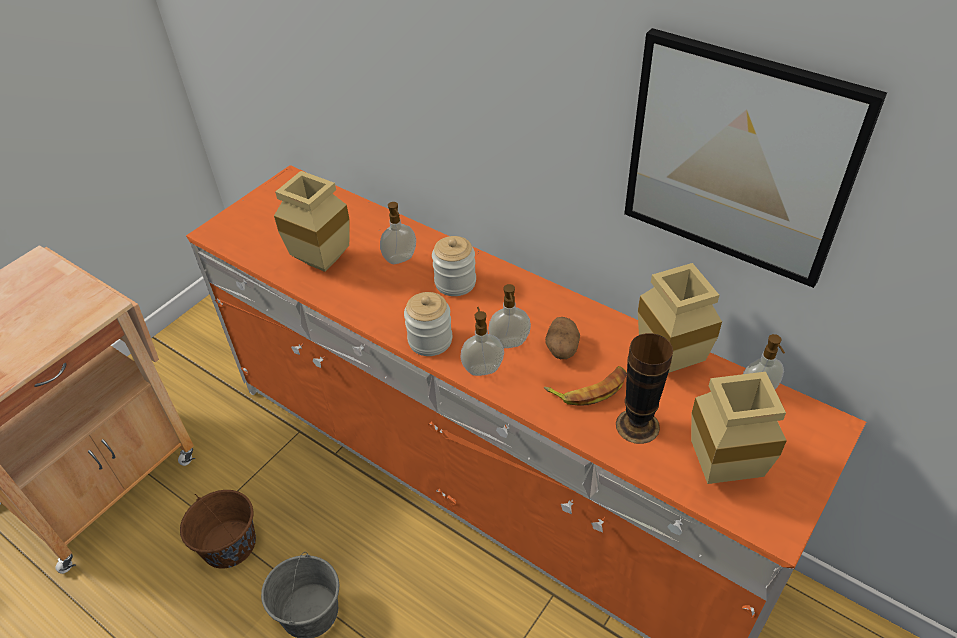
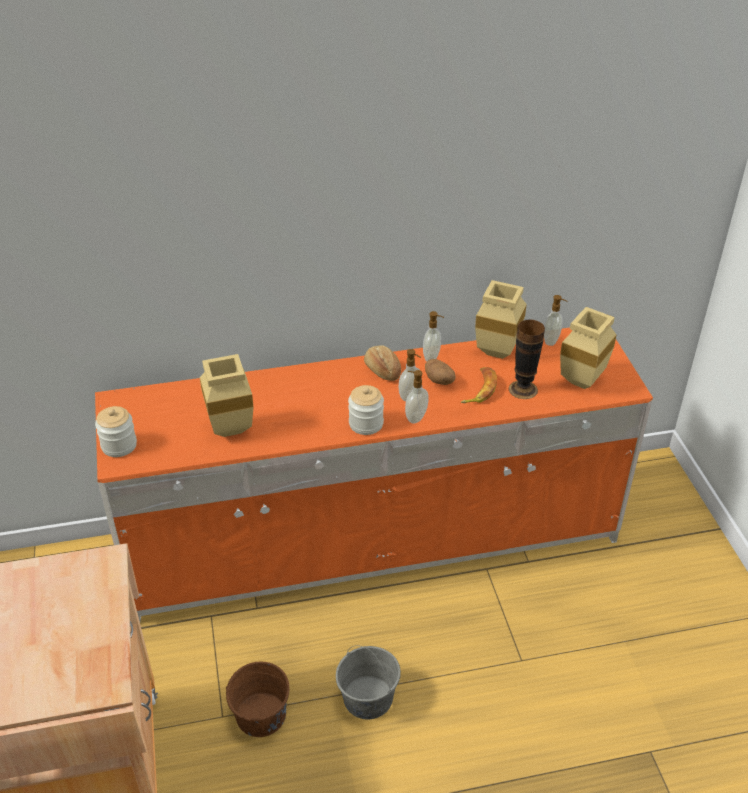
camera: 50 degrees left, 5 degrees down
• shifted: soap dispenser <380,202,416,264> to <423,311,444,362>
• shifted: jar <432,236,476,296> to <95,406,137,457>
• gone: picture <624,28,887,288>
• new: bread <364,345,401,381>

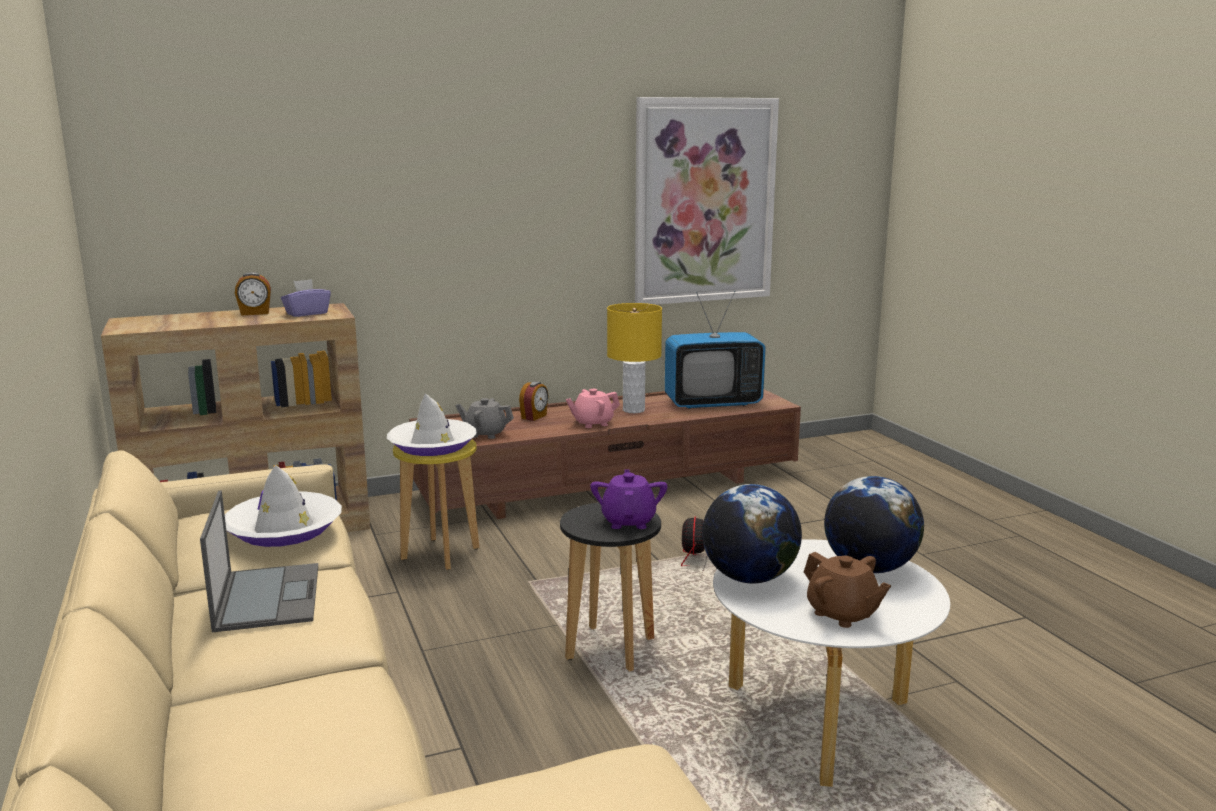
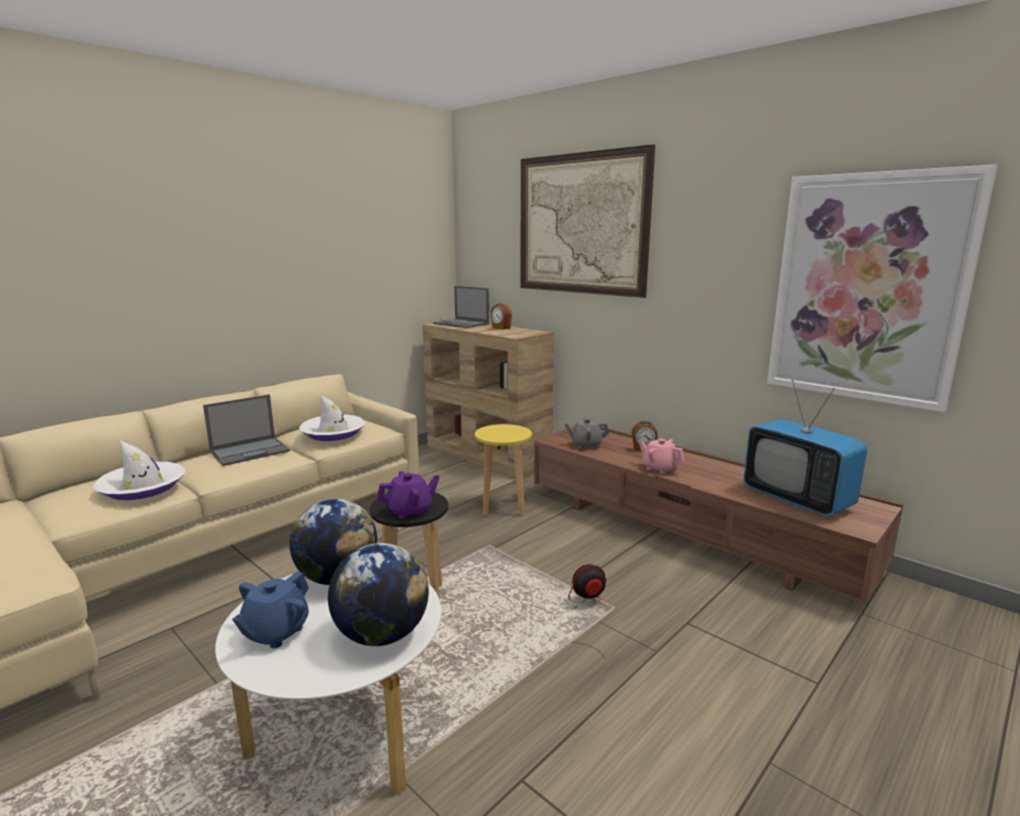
camera: 65 degrees right, 0 degrees up
• gone: tissue box (purple) <281,279,331,317>
• shifted: hat (white) <387,393,477,456> to <93,441,186,500>
• rotated: teapot (grey) <456,398,514,439> = <564,418,609,449> 75 degrees counterclockwise
• gone: table lamp (yellow) <607,303,662,413>
• repainted: teapot (brown) <804,552,891,628> to teapot (blue) <232,571,309,648>
• new: laptop <433,286,489,328>
• new: picture <520,144,655,298>

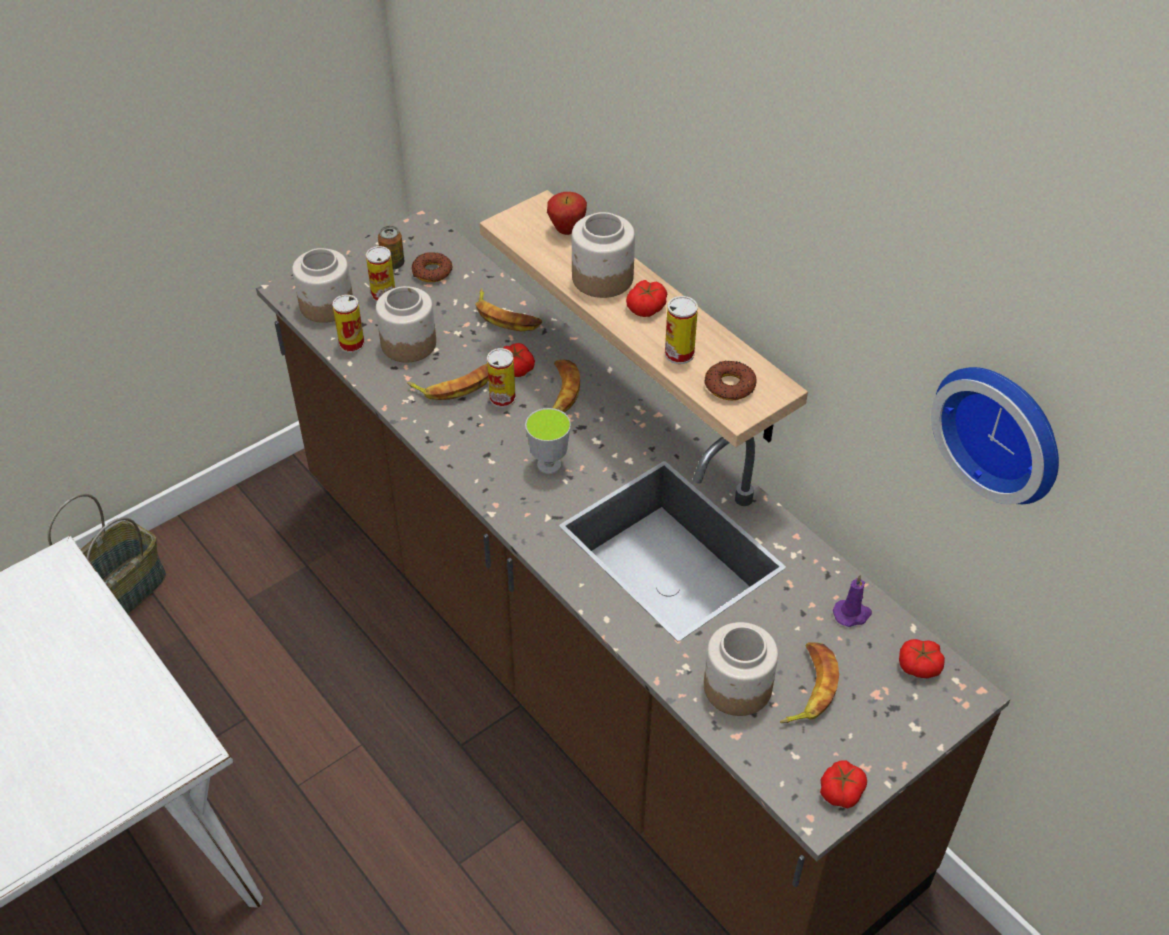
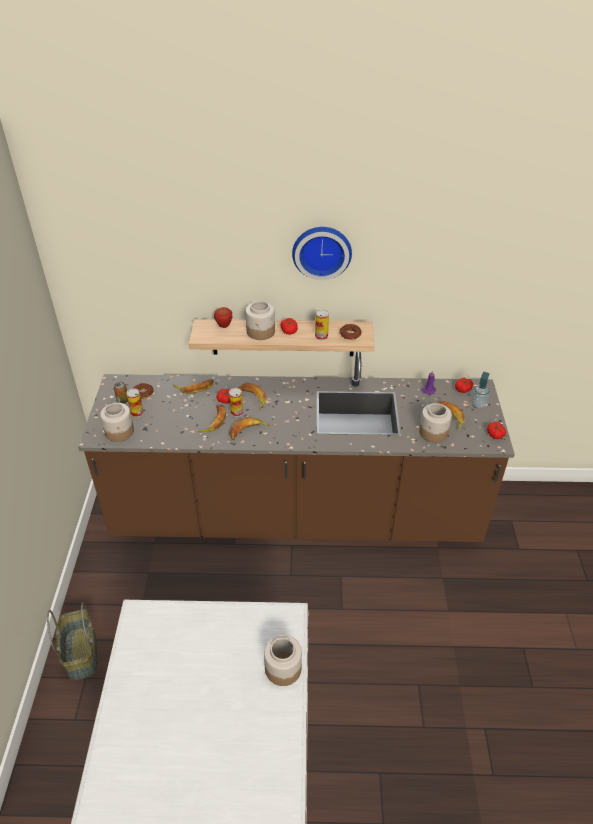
camera: 50 degrees left, 5 degrees down
• gone: can <332,295,365,353>
• shifted: jar <376,286,436,363> to <264,635,302,686>
• gone: cup <525,408,571,474>
• shifted: wall clock <931,367,1059,504> to <292,227,352,280>
• new: banana <229,417,271,440>
• new: soap dispenser <471,372,490,408>

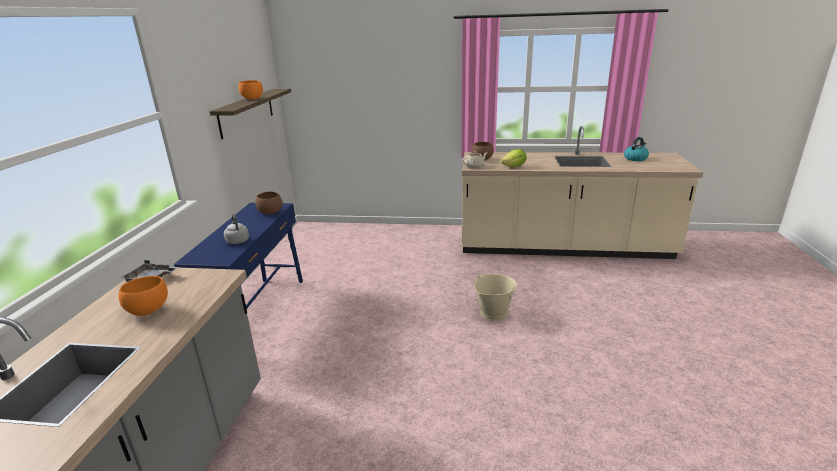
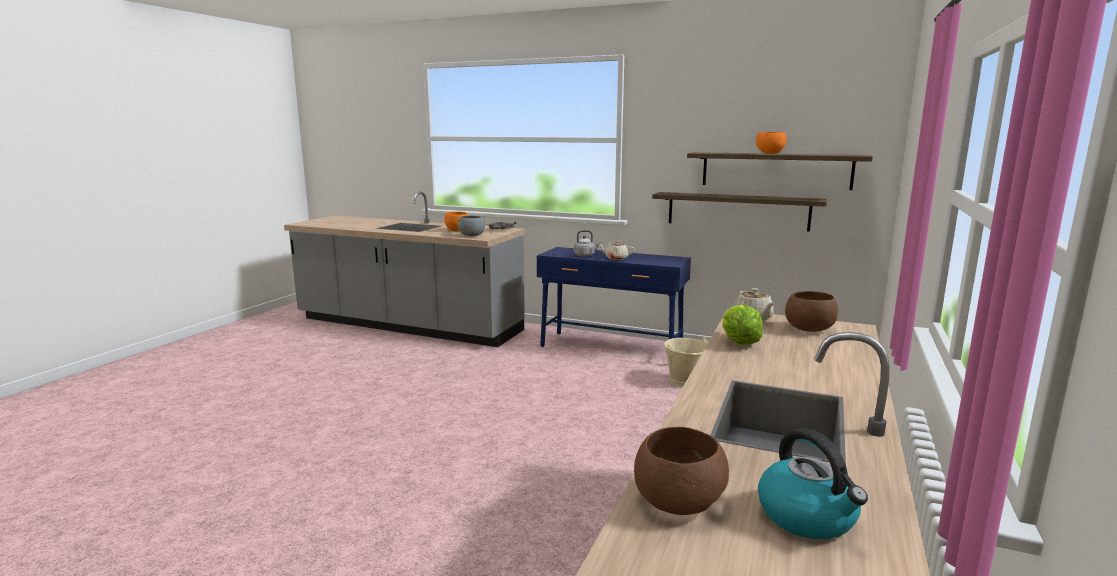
camera: 105 degrees right, 10 degrees down
• shifted: bowl (brown) <255,192,283,214> to <634,427,729,515>
• shifted: bucket (beige) <474,273,517,321> to <664,337,708,388>
• new: bowl (grey) <458,216,485,236>
• new: teapot (beige) <599,241,634,260>
• new: shelf <652,192,827,232>

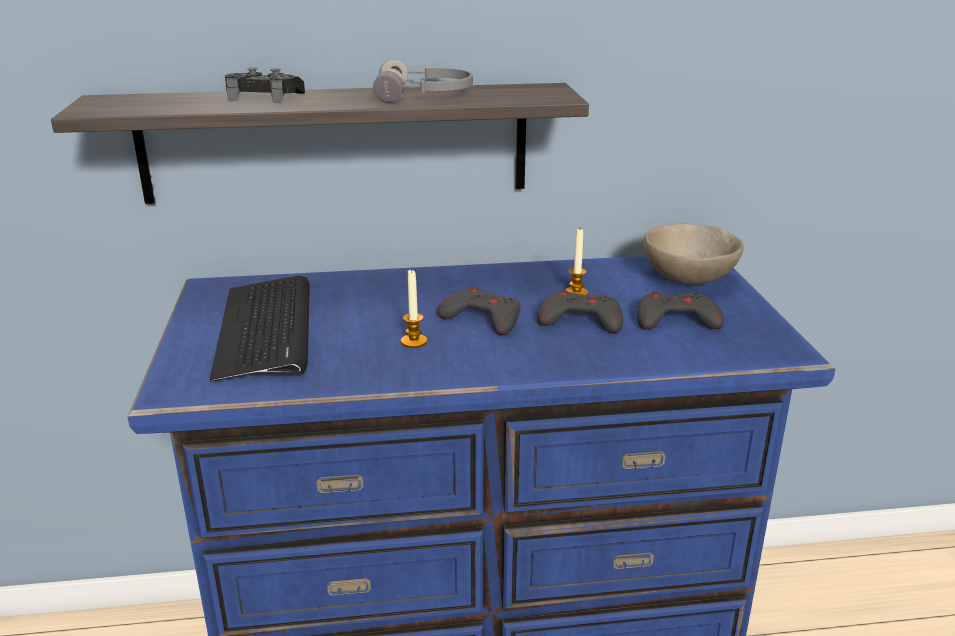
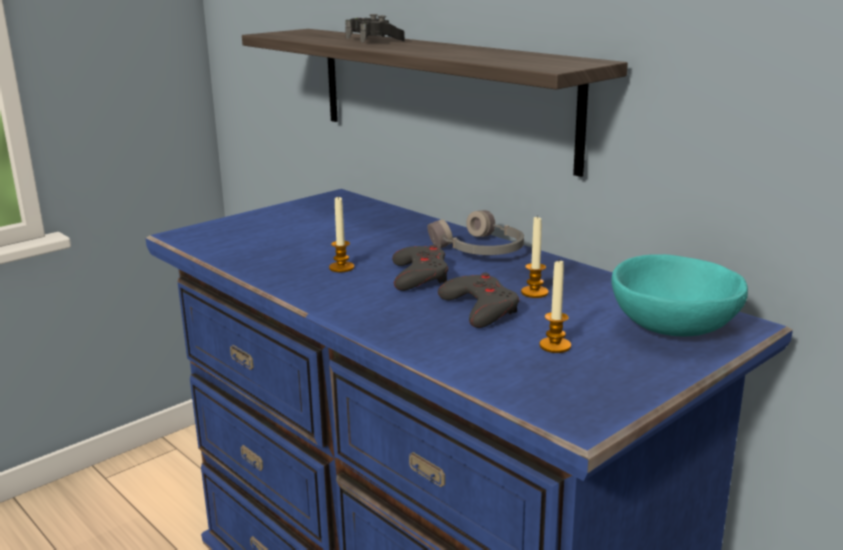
camera: 55 degrees right, 5 degrees down
• gone: keyboard <210,276,310,381>
• shifted: headphones (grey) <373,60,473,103> to <427,210,524,255>
• swapped: game controller (grey) <637,291,724,330> to candle <539,261,571,353>
• repainted: bowl (beige) <644,224,744,285> to bowl (turquoise) <611,254,748,336>

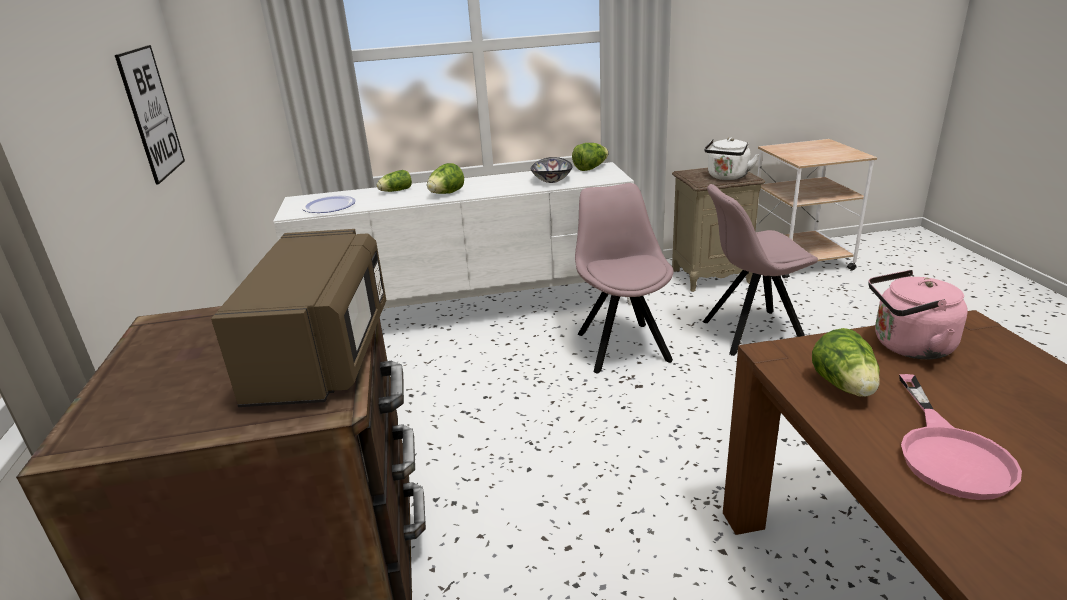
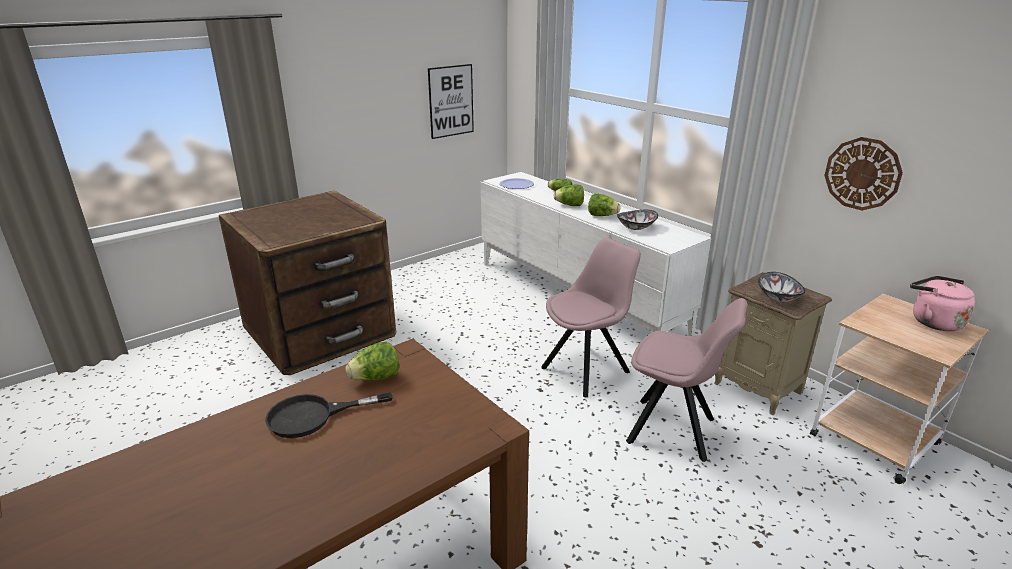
camera: 60 degrees right, 0 degrees up
• gone: microwave (brown) <211,229,386,407>
• shifted: lettuce <572,143,609,171> to <588,194,621,216>
• rotated: chair (pink) <703,184,818,356> = <626,298,747,462> 150 degrees clockwise
• swapped: kettle (white) <704,138,759,180> to bowl <758,272,805,302>
• shifted: kettle (pink) <868,270,968,359> to <910,276,975,331>
• repainted: frying pan (pink) <899,374,1022,500> to frying pan (black) <265,392,392,438>
• new: wall clock <824,137,903,211>

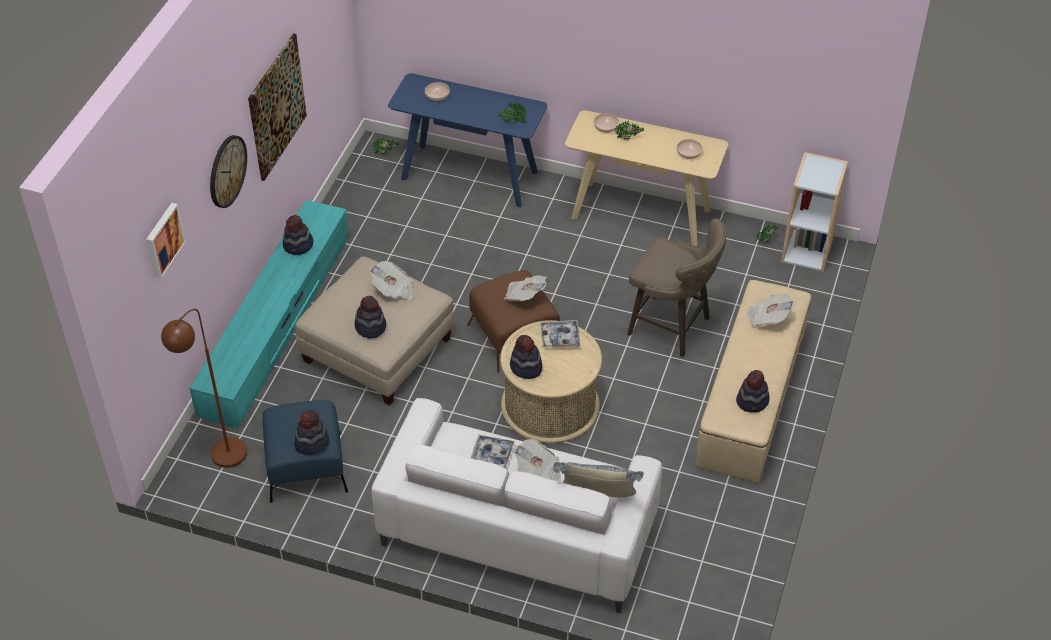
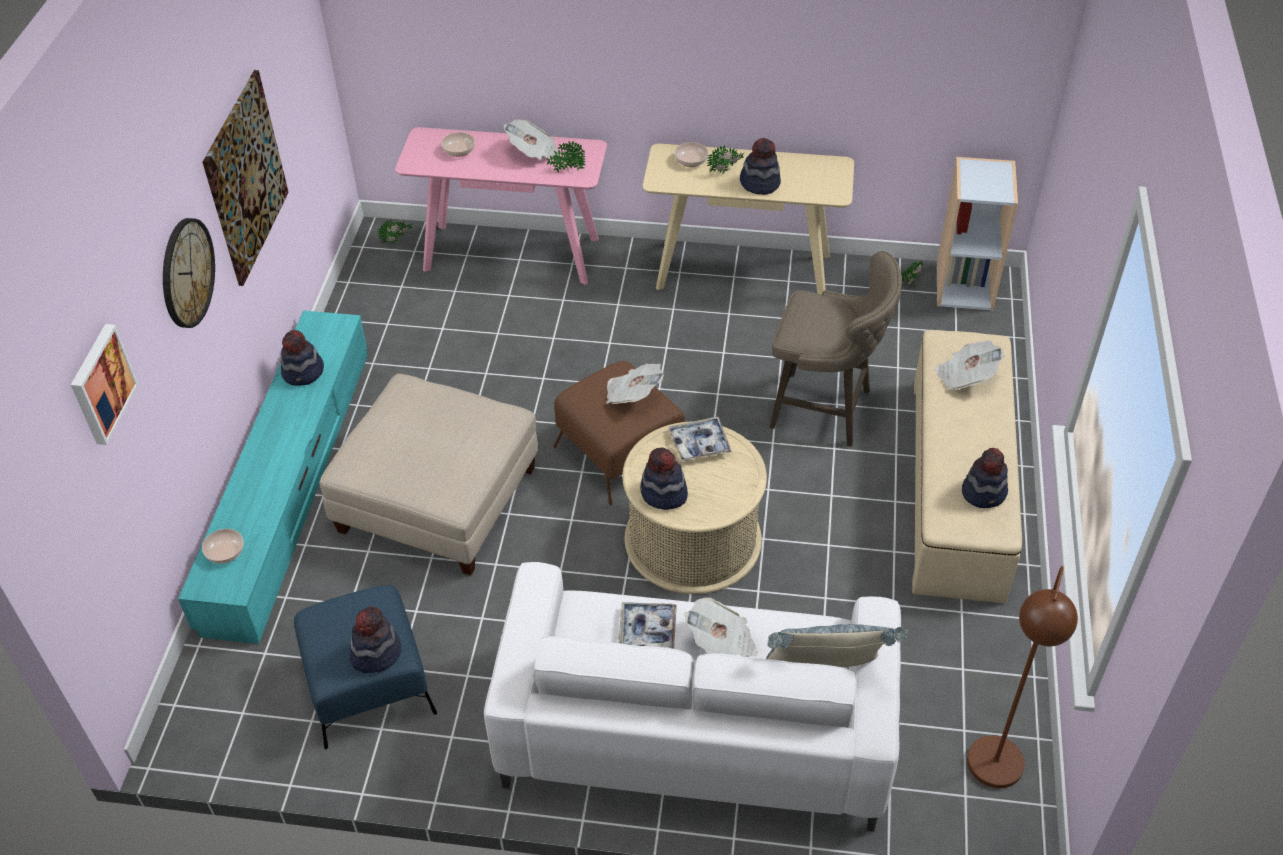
camera: 10 degrees left, 0 degrees up
• shifted: floor lamp (brown) <161,309,247,468> to <967,566,1078,788>
• shifted: hat <355,296,386,338> to <740,138,781,195>
• shifted: newspaper <370,261,413,300> to <504,119,559,160>
• repainted: console table (blue) <388,73,547,208> to console table (pink) <395,127,607,285>
• shifted: bowl <677,139,703,159> to <202,529,244,564>

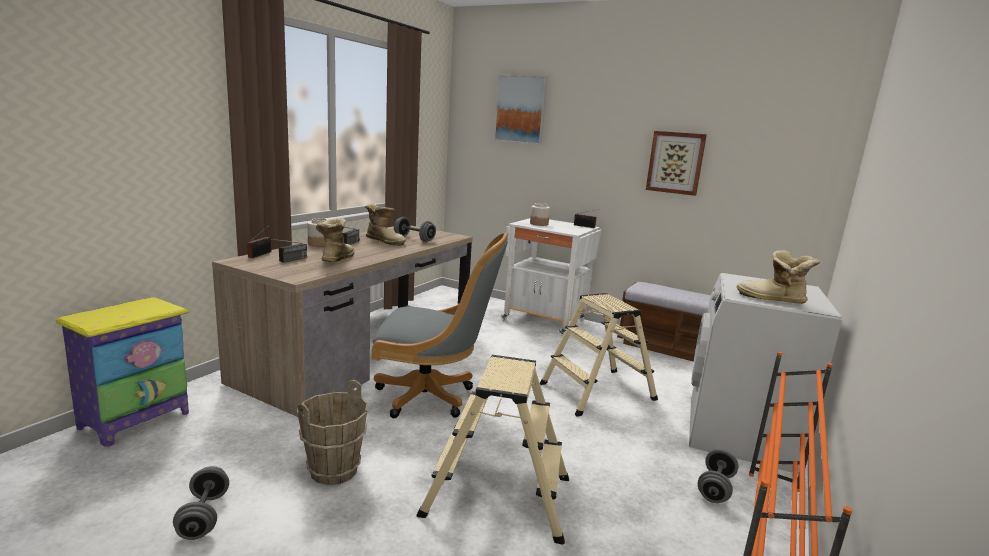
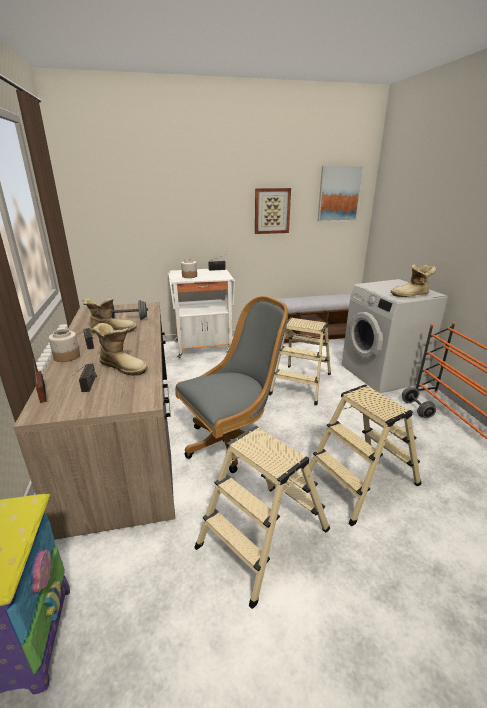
camera: 40 degrees left, 10 degrees up
• gone: dumbbell (grey) <173,466,229,540>
• swapped: bucket (brown) <297,380,368,485> to step ladder (beige) <194,426,330,609>
• rotated: boot <316,218,355,262> = <93,323,148,376> 150 degrees clockwise
• shifted: picture <494,75,548,145> to <318,166,363,222>

